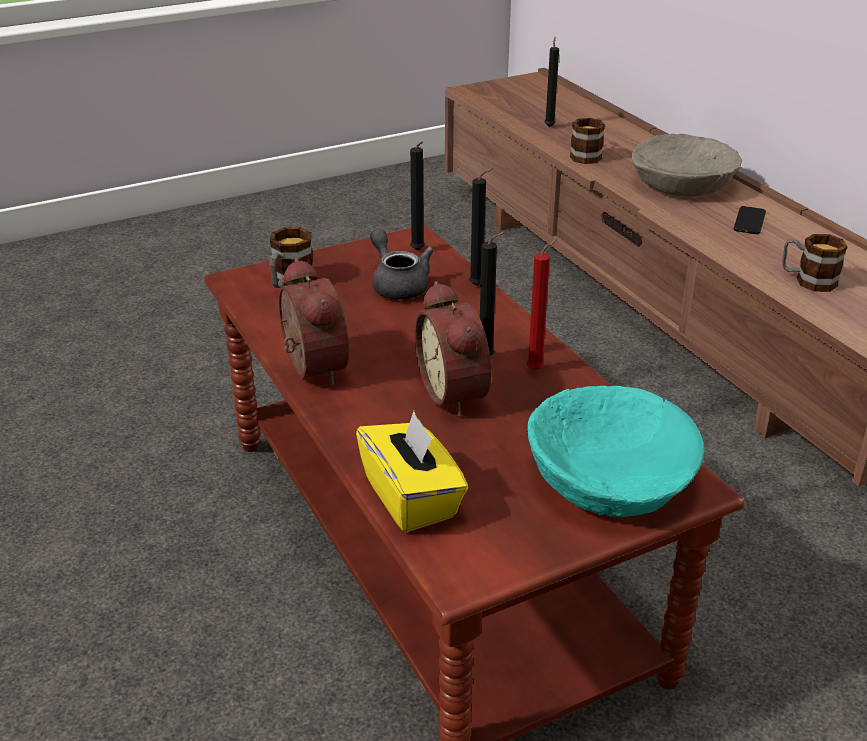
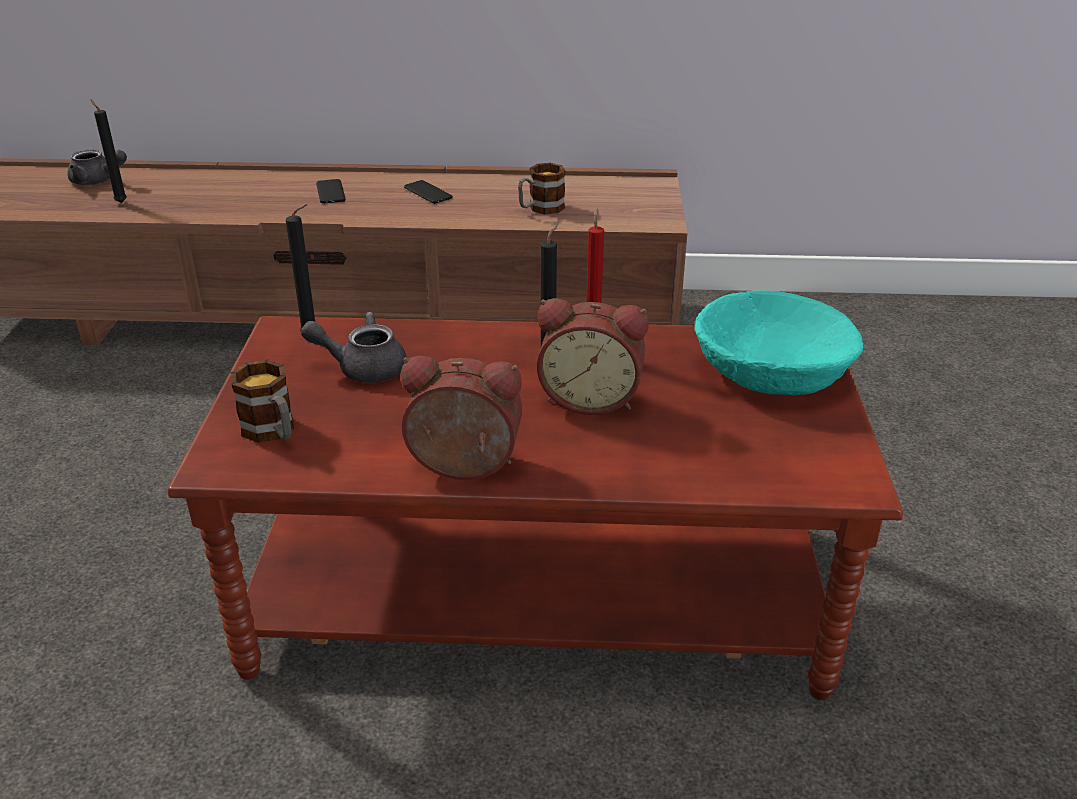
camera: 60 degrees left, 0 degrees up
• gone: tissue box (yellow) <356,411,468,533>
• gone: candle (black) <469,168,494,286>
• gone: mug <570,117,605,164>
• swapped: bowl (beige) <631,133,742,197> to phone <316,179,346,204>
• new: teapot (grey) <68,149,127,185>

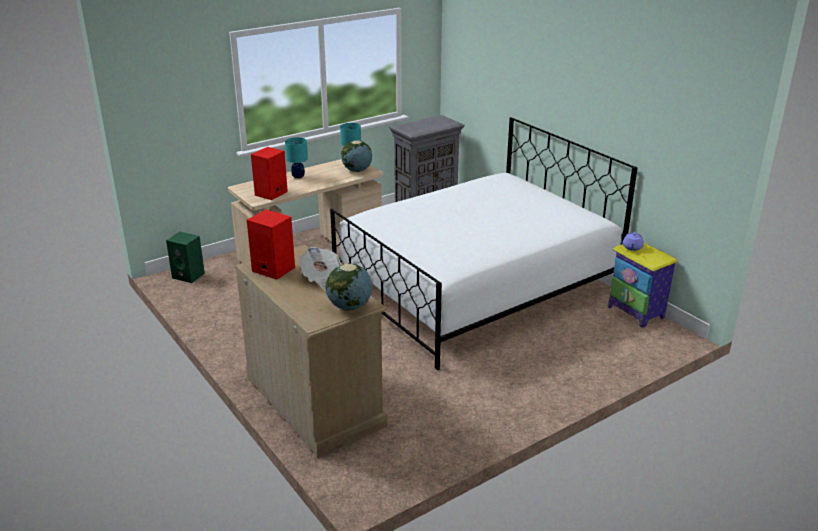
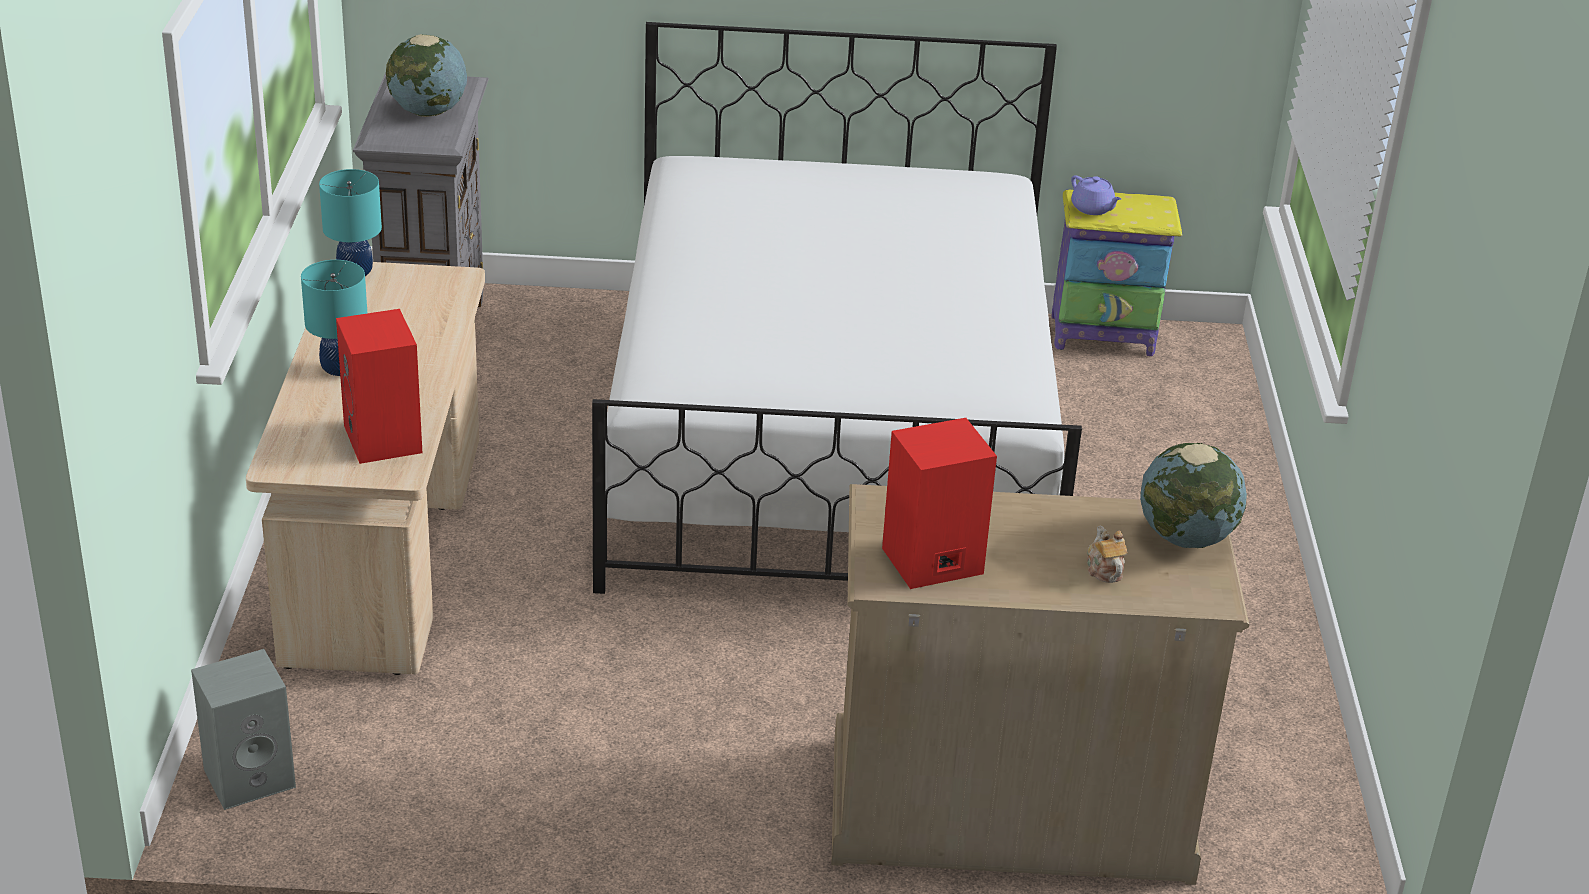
camera: 55 degrees left, 5 degrees up
• repainted: speaker (green) <166,232,205,283> to speaker (grey) <191,649,296,810>
• gone: newspaper <299,247,342,291>
• shifted: globe <341,140,372,172> to <386,34,467,117>
• new: teapot <1087,526,1128,583>

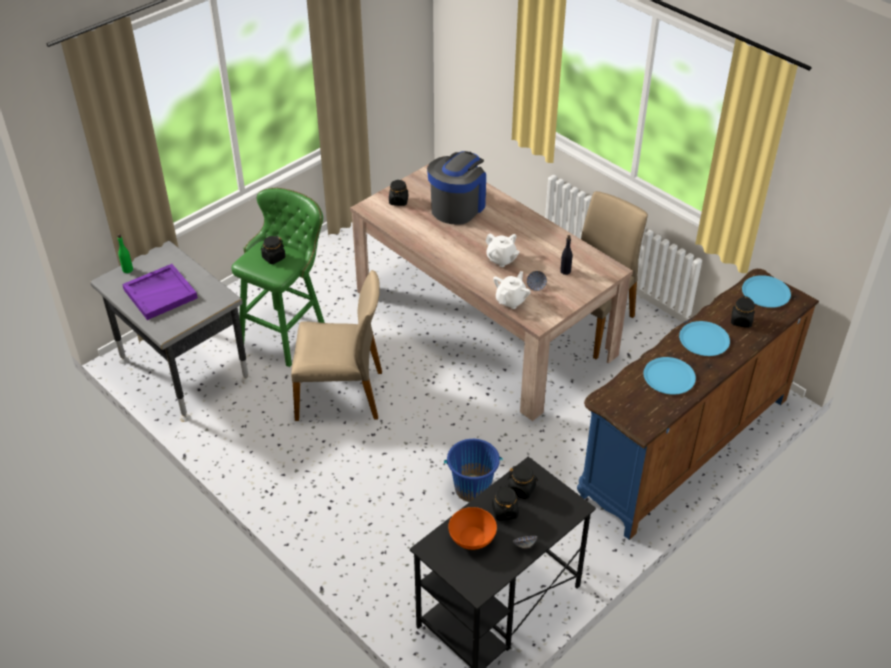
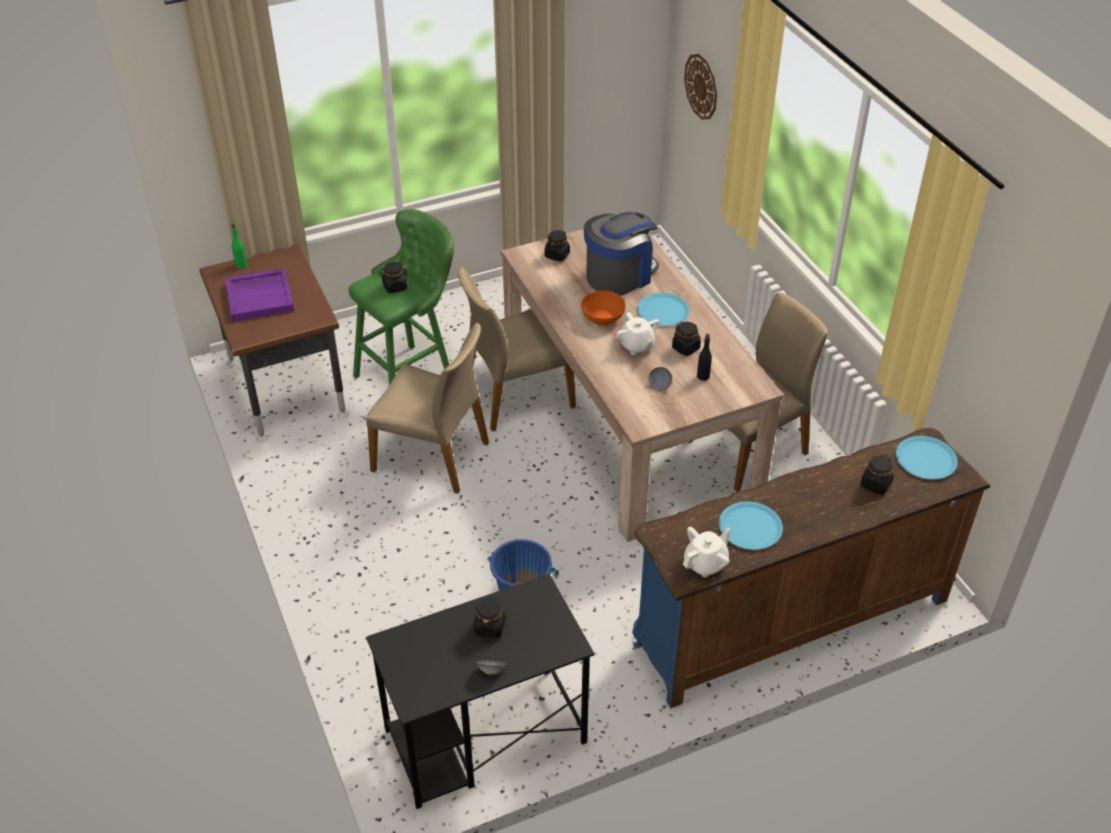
camera: 20 degrees right, 0 degrees up
• repainted: desk (grey) <90,241,252,422> to desk (brown) <199,244,349,443>
• shifted: bowl (orange) <448,507,497,550> to <581,291,626,326>
• shifted: teapot (white) <493,271,531,309> to <682,527,731,577>
• shifted: jar (black) <507,465,538,499> to <672,321,701,356>
• shifted: plate (blue) <679,321,730,356> to <637,293,690,326>
• new: chair (beige) <458,267,576,431>
• new: wall clock <684,54,717,120>

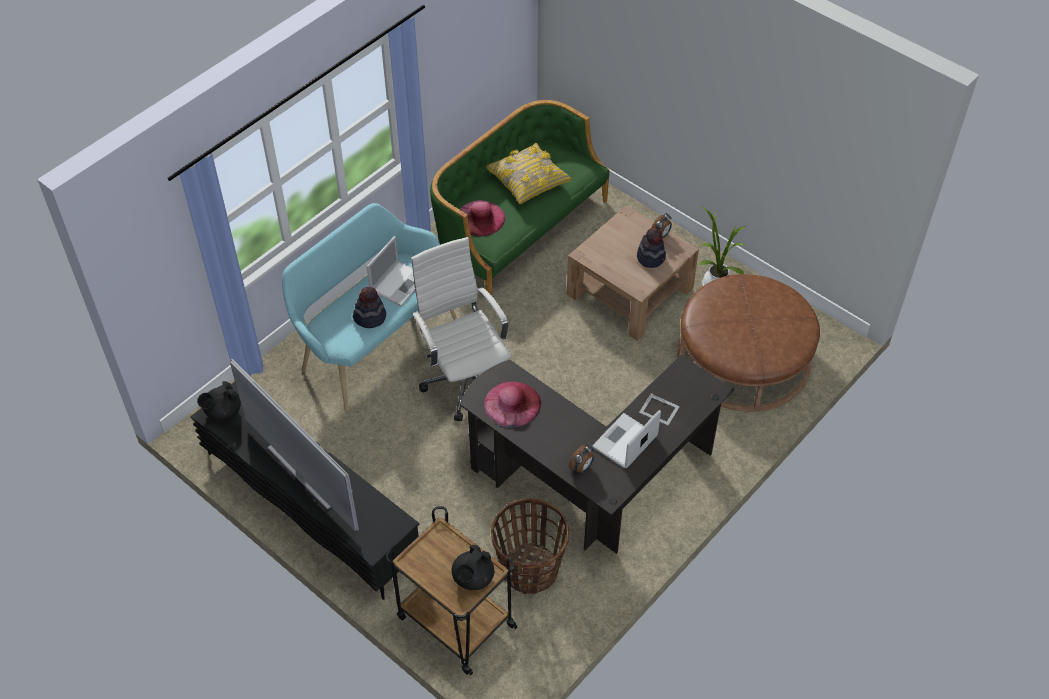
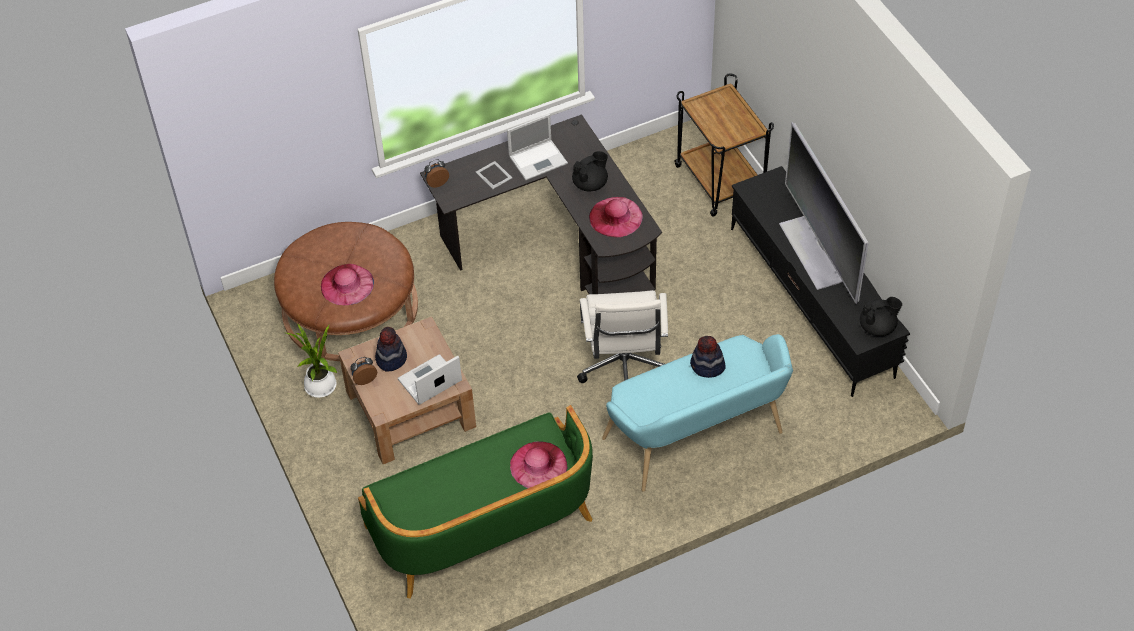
camera: 155 degrees left, 0 degrees up
• shifted: laptop <367,236,415,306> to <398,354,462,405>
• shifted: teapot (black) <452,545,494,590> to <572,151,608,191>
• gone: pillow (yellow) <486,143,571,204>
• gone: basket <491,498,569,594>
• shifted: alarm clock <569,445,594,473> to <424,159,449,188>
• new: hat (pink) <321,264,374,305>

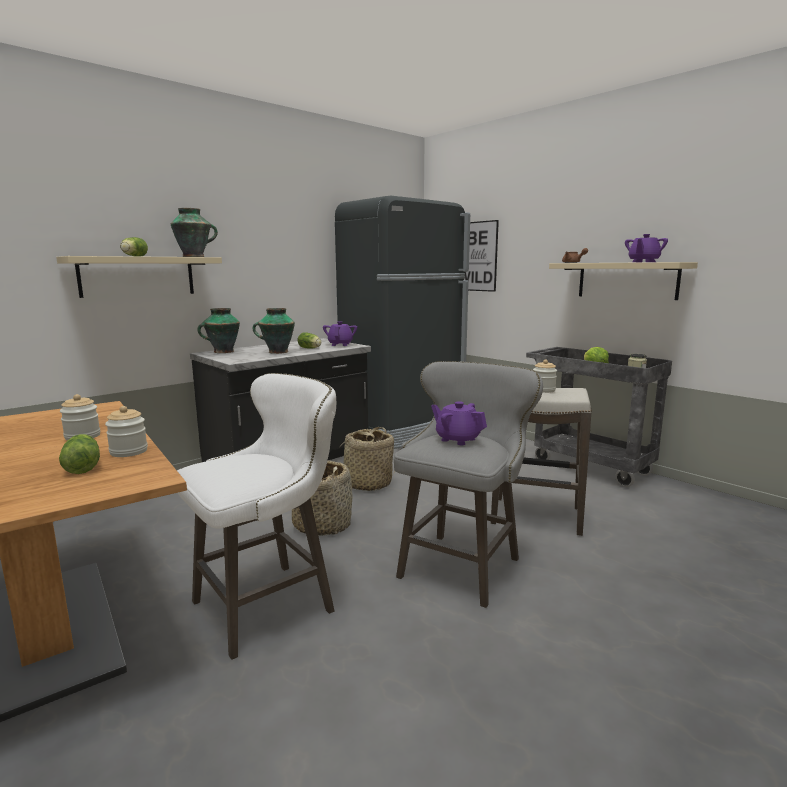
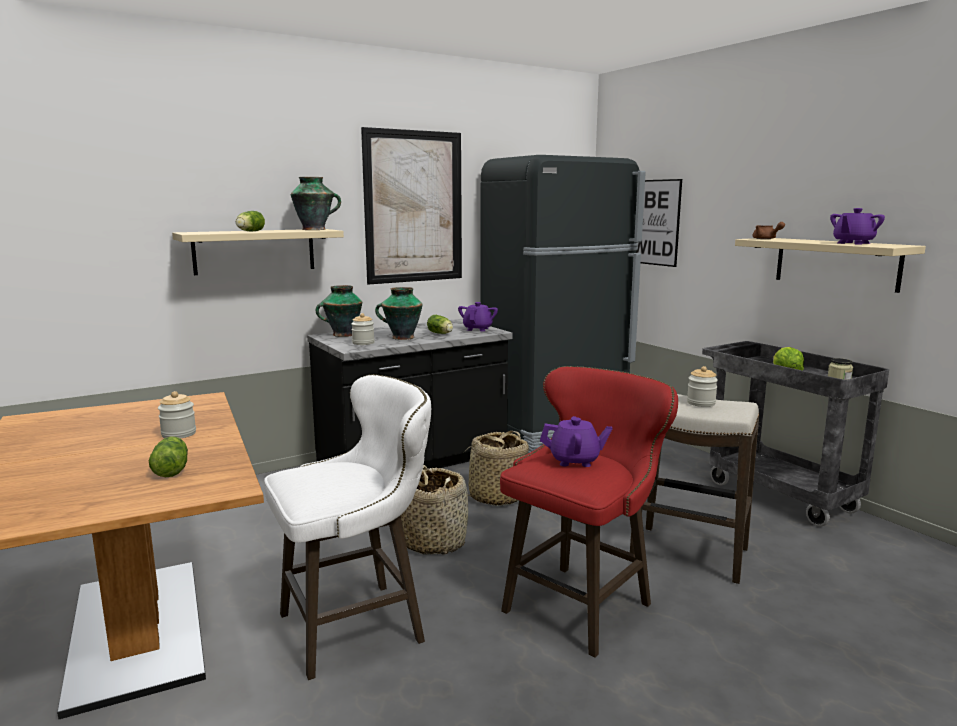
camera: 10 degrees right, 0 degrees up
• shifted: jar <105,406,148,457> to <351,313,375,345>
• repainted: stool (grey) <394,361,543,608> to stool (red) <500,366,678,658>
• rotated: teapot (purple) <431,401,487,445> = <540,416,613,467> 135 degrees clockwise
• new: picture <361,127,462,285>

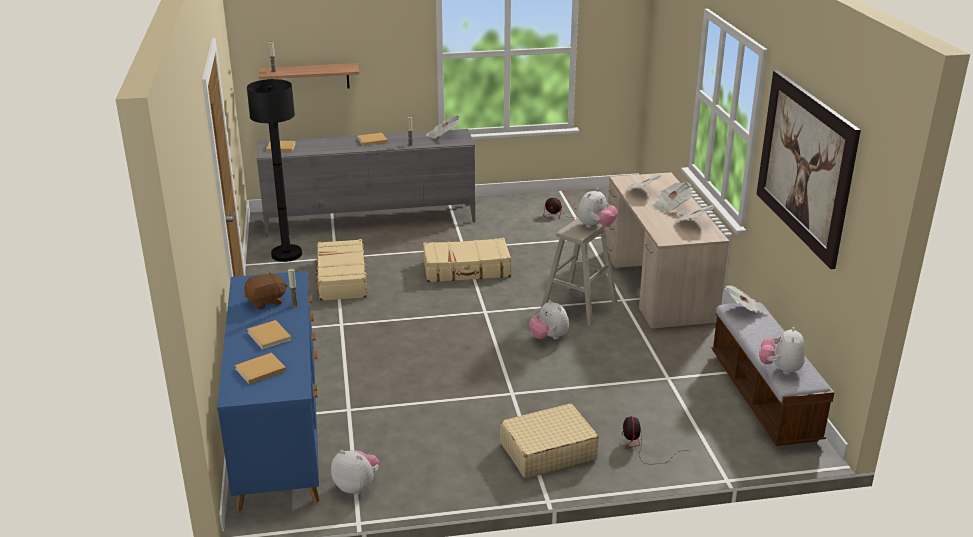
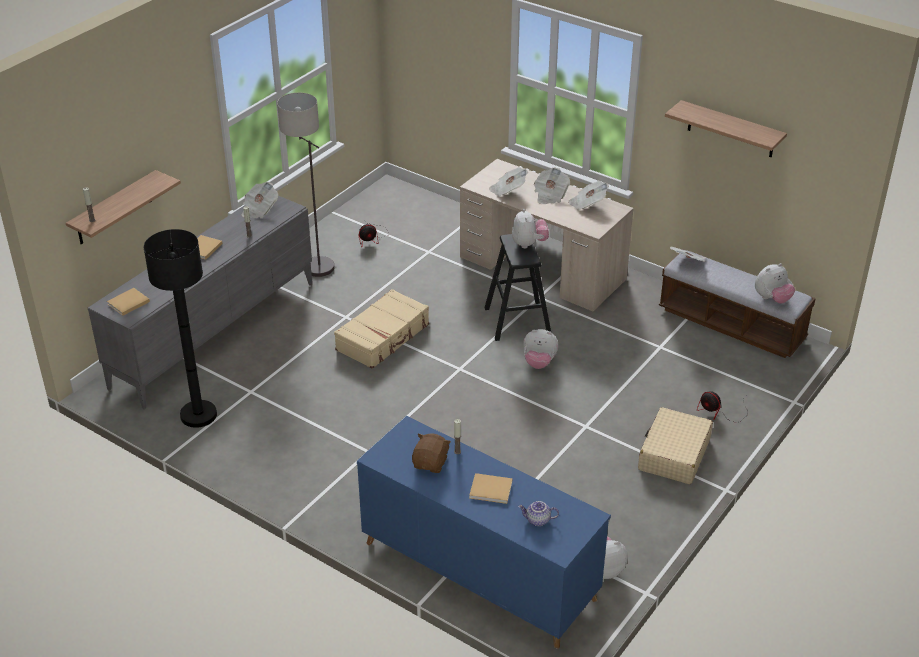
camera: 45 degrees left, 10 degrees up
• swapped: book (beige) <235,353,286,384> to teapot <518,501,559,526>
• gone: suitcase (beige) <315,239,367,301>
• repainted: stool (beige) <541,218,618,326> to stool (black) <484,234,551,341>
• swapped: picture <757,70,861,269> to shelf <665,100,787,157>
• rotated: plush toy <759,327,805,375> = <755,263,795,304> 90 degrees counterclockwise
• new: floor lamp (grey) <277,93,334,277>

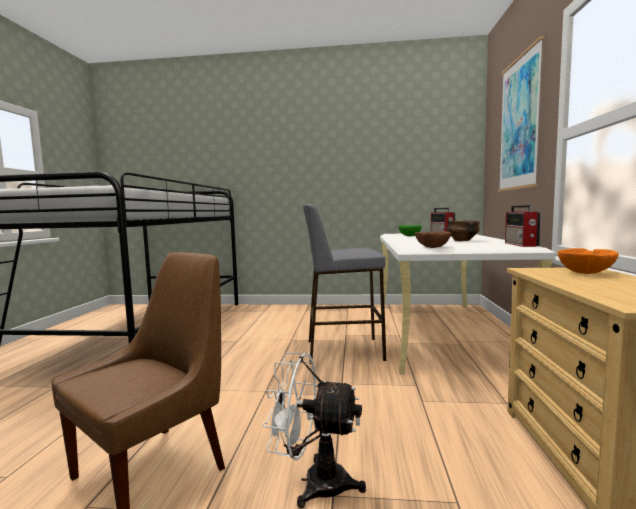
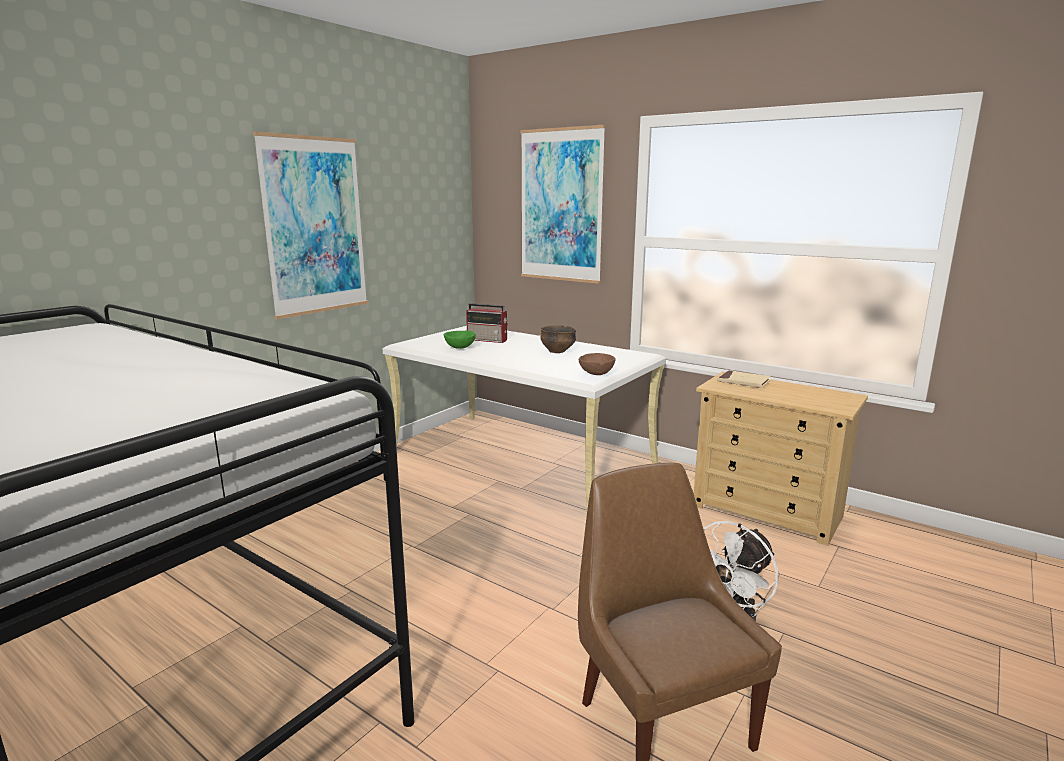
camera: 60 degrees left, 10 degrees up
• gone: stool (grey) <303,204,386,364>
• gone: radio <505,205,541,247>
• swapped: bowl (orange) <558,248,619,274> to book (beige) <718,370,771,388>
• new: picture <253,131,368,319>

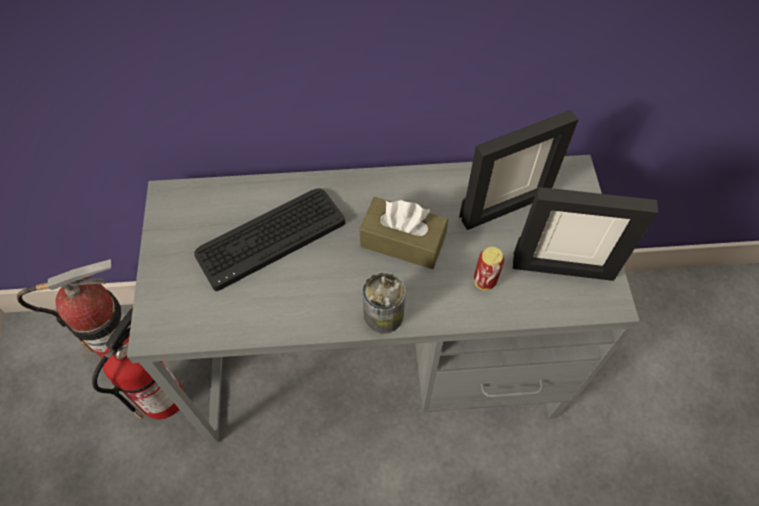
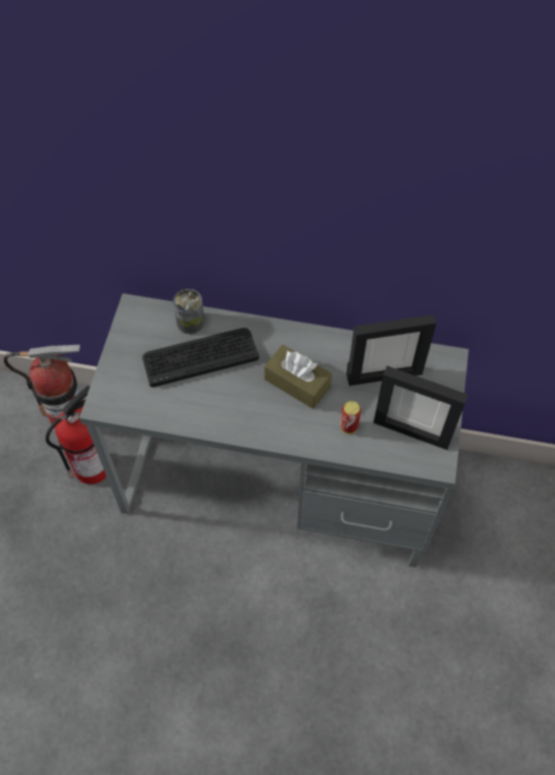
camera: 15 degrees right, 0 degrees up
• shifted: can <362,272,405,334> to <173,289,205,334>

